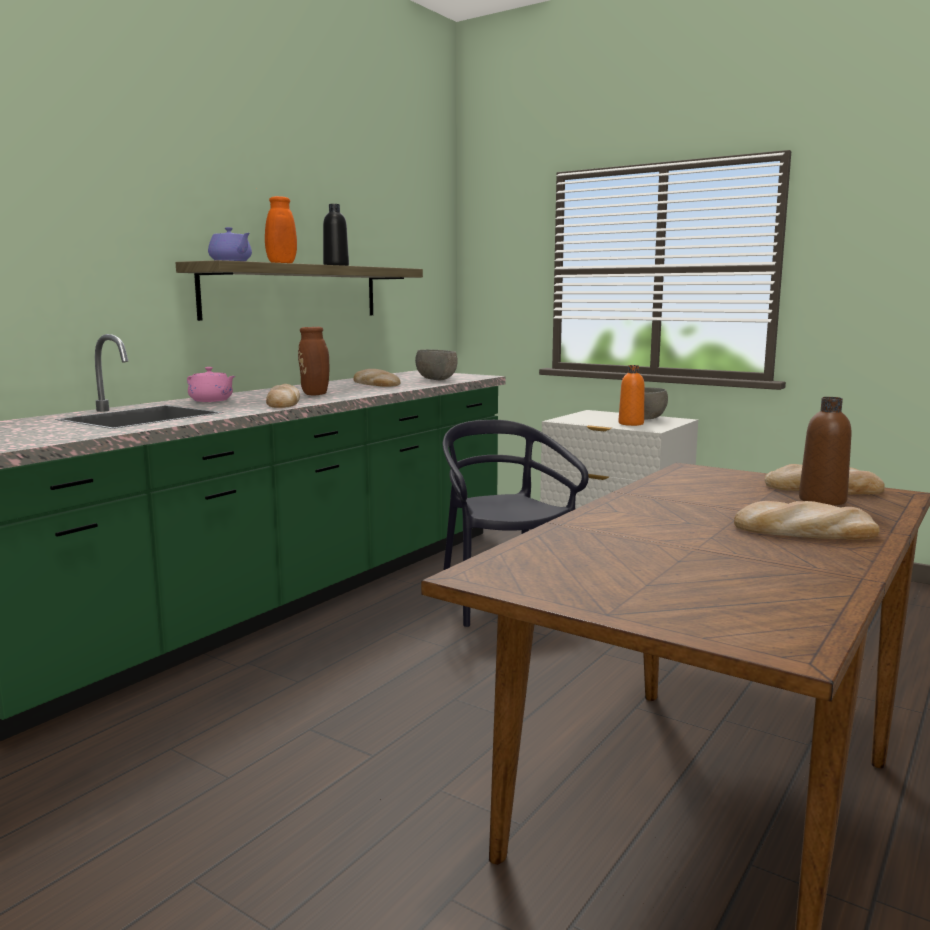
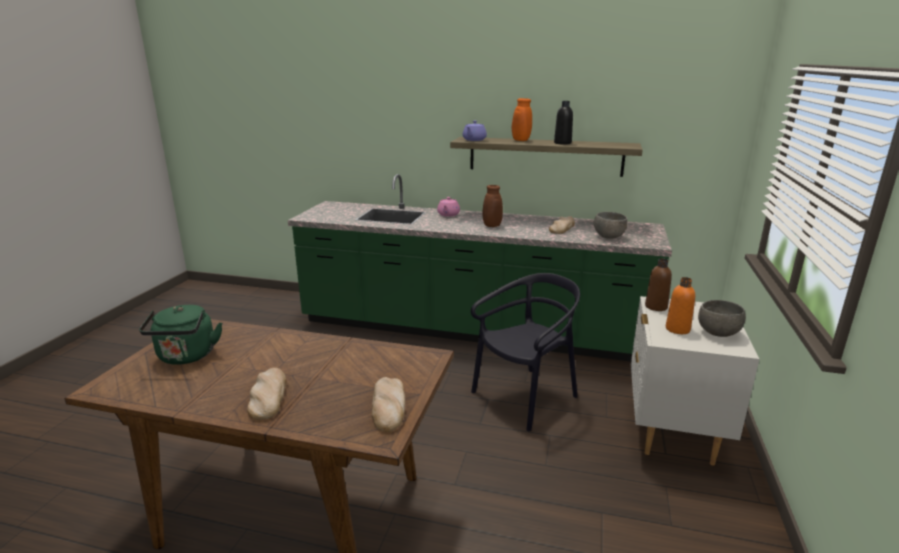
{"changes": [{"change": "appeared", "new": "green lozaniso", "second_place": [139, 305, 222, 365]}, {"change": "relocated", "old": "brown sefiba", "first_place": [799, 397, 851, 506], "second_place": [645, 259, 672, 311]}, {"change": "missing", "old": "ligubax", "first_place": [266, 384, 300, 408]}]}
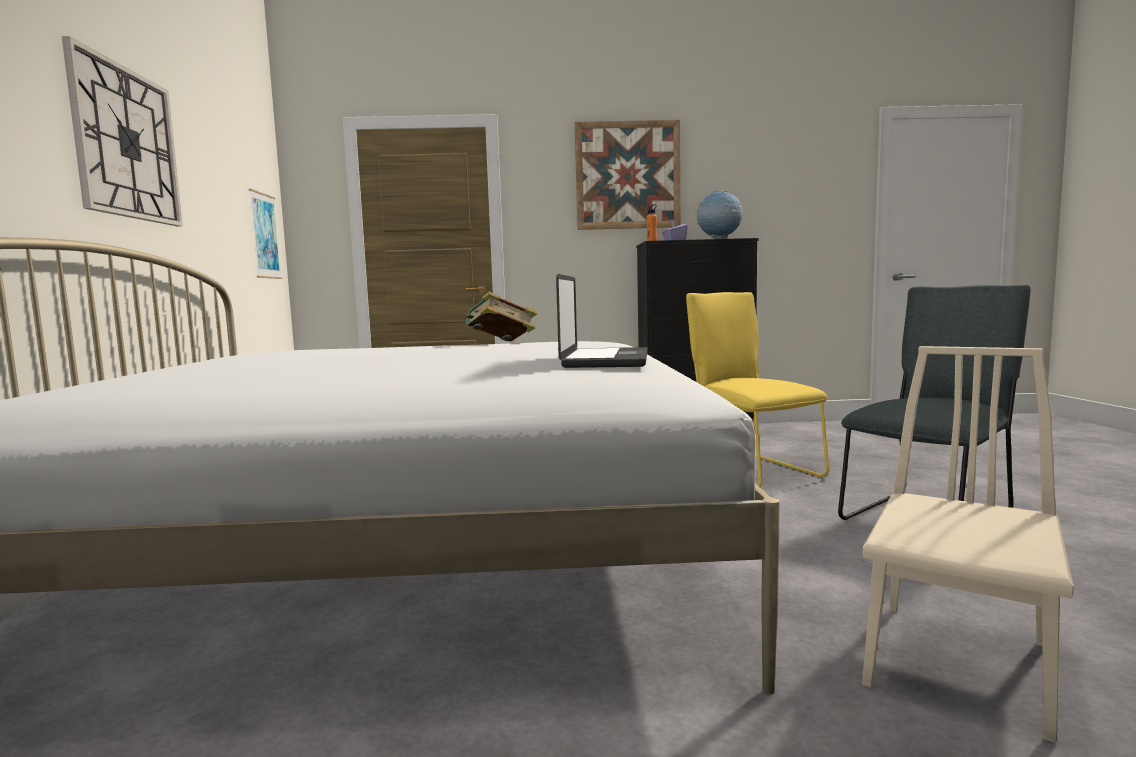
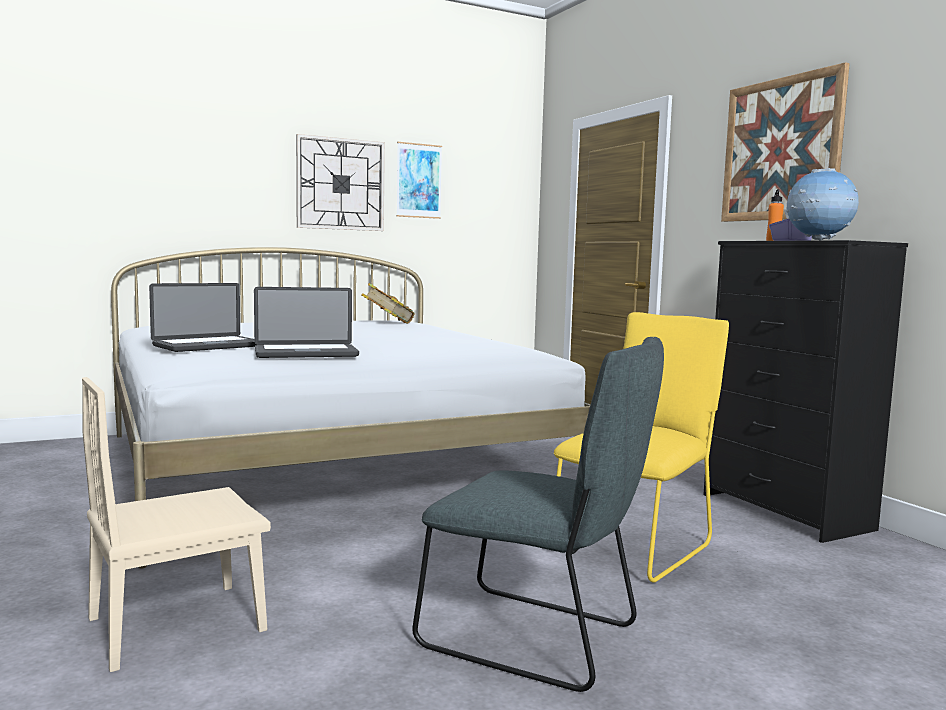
{"changes": [{"change": "spun", "old": "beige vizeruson", "first_place": [862, 346, 1074, 743], "second_place": [82, 377, 271, 672], "degrees": 135}, {"change": "appeared", "new": "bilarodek", "second_place": [149, 283, 256, 352]}, {"change": "relocated", "old": "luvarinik", "first_place": [463, 292, 537, 342], "second_place": [362, 283, 415, 324]}, {"change": "relocated", "old": "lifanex", "first_place": [249, 189, 282, 279], "second_place": [396, 142, 442, 219]}]}
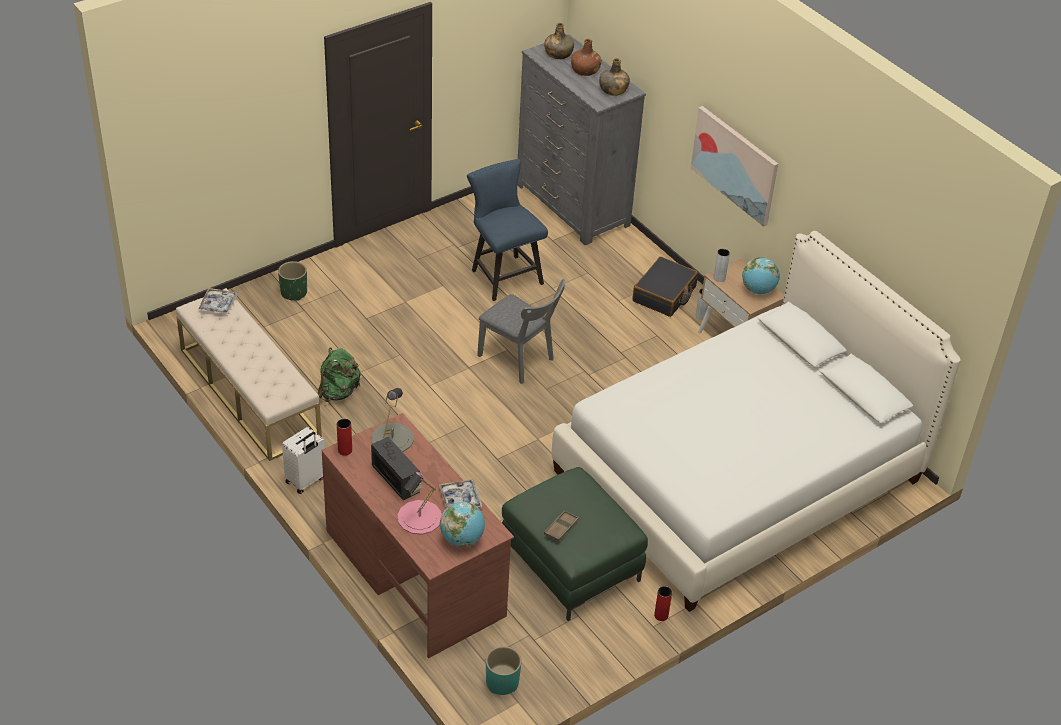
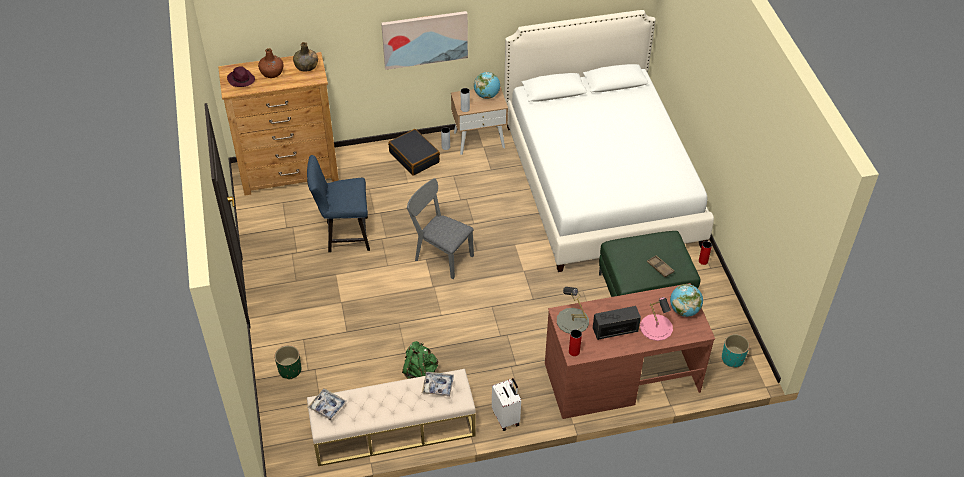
{"changes": [{"change": "colour", "old": "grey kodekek", "new": "brown kodekek", "first_place": [517, 34, 646, 245], "second_place": [218, 52, 339, 195]}, {"change": "exchanged", "old": "green sefiba", "new": "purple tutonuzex", "first_place": [544, 23, 574, 59], "second_place": [227, 66, 255, 87]}, {"change": "spun", "old": "grey vizeruson", "first_place": [477, 279, 566, 384], "second_place": [407, 178, 474, 279], "degrees": -120}, {"change": "relocated", "old": "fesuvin", "first_place": [439, 479, 482, 508], "second_place": [422, 372, 454, 397]}]}
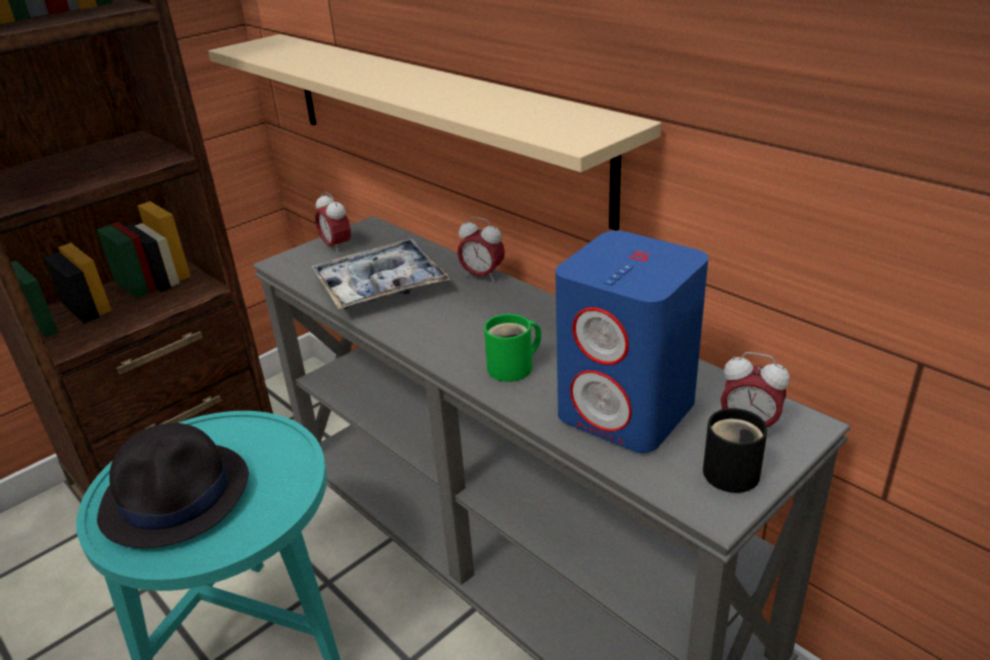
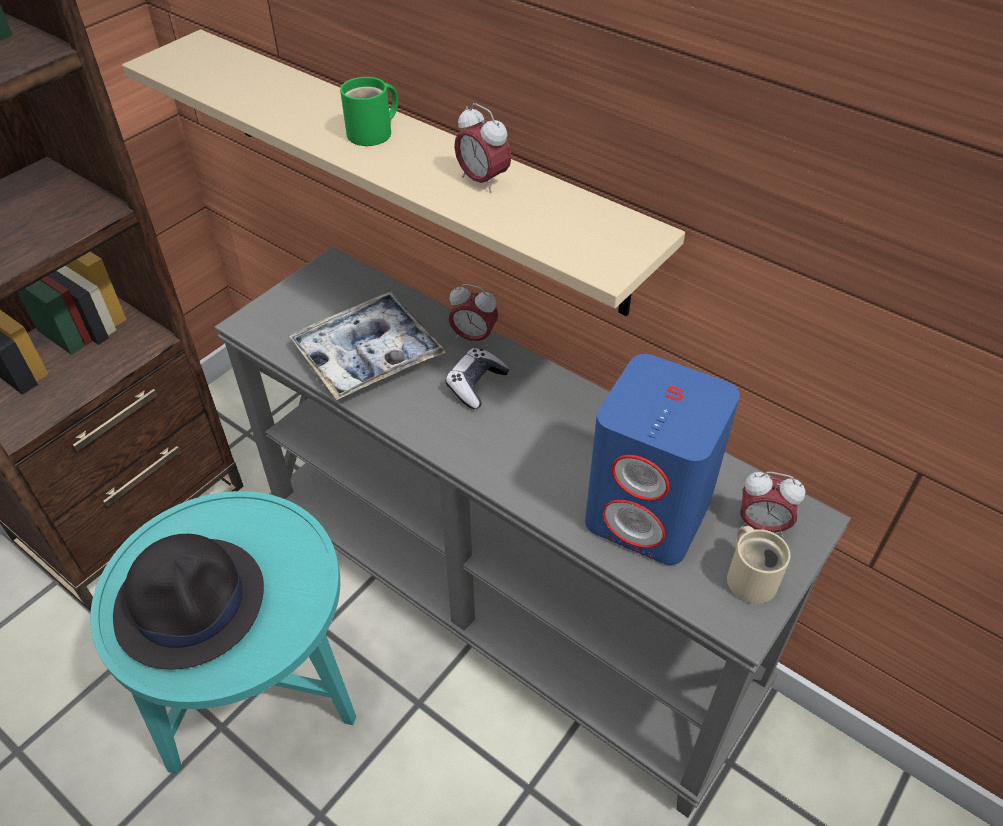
{"changes": [{"change": "relocated", "old": "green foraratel", "first_place": [484, 314, 541, 382], "second_place": [340, 77, 398, 146]}, {"change": "appeared", "new": "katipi", "second_place": [445, 348, 510, 409]}, {"change": "relocated", "old": "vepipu", "first_place": [315, 191, 351, 254], "second_place": [454, 103, 511, 193]}, {"change": "colour", "old": "black foraratel", "new": "beige foraratel", "first_place": [703, 408, 768, 493], "second_place": [727, 526, 790, 604]}]}
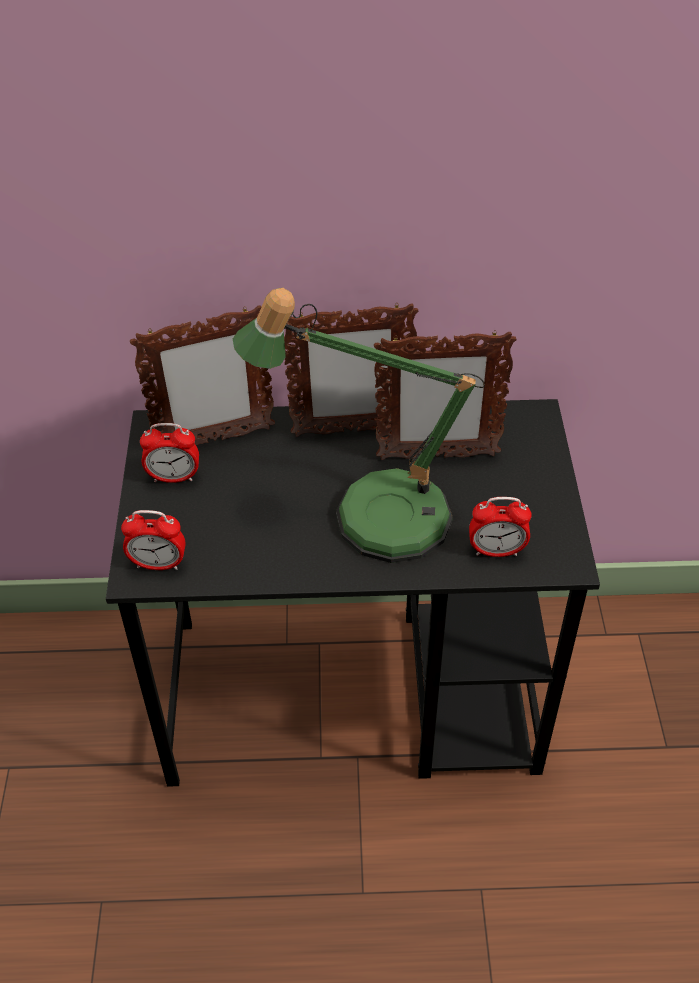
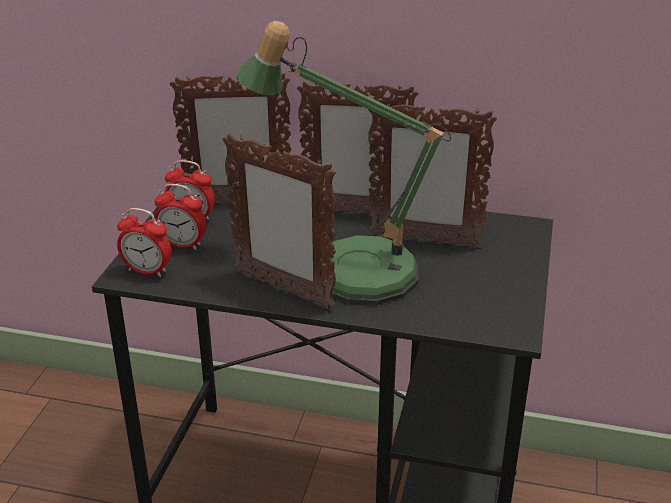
{"changes": [{"change": "relocated", "old": "vepipu", "first_place": [469, 497, 532, 557], "second_place": [154, 184, 206, 250]}, {"change": "appeared", "new": "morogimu", "second_place": [222, 133, 336, 309]}]}
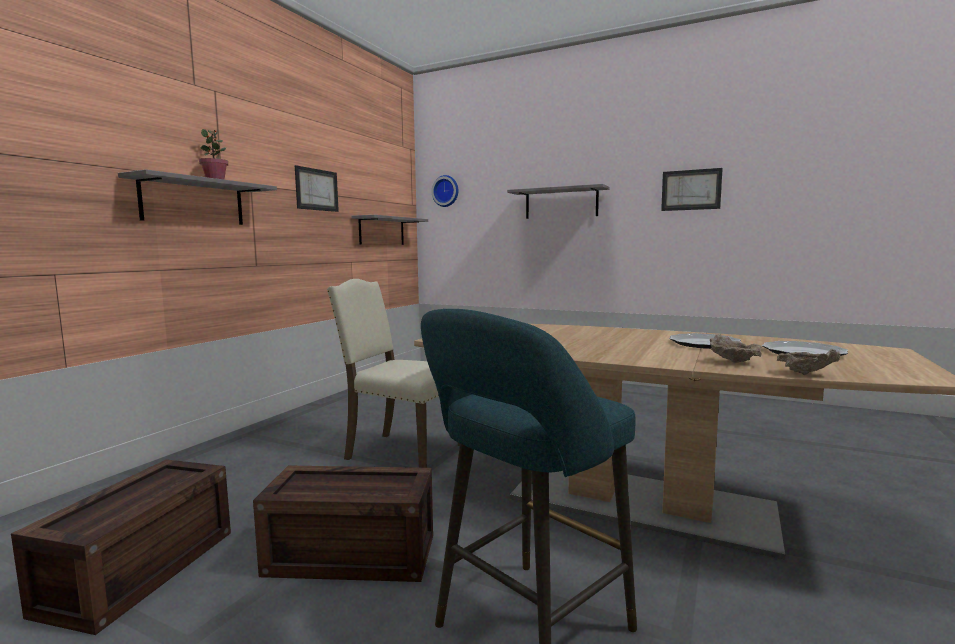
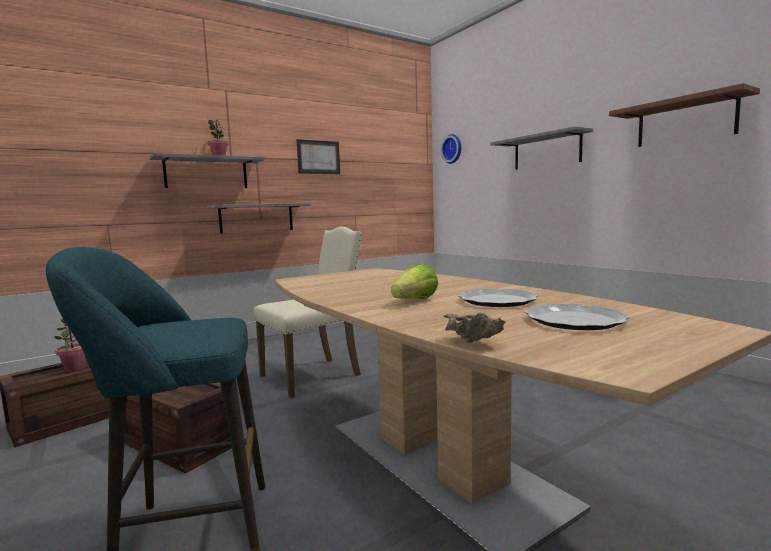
{"changes": [{"change": "appeared", "new": "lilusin", "second_place": [54, 318, 86, 372]}, {"change": "relocated", "old": "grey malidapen", "first_place": [352, 215, 428, 245], "second_place": [207, 203, 311, 234]}, {"change": "spun", "old": "beige vizeruson", "first_place": [327, 279, 460, 468], "second_place": [254, 227, 362, 398], "degrees": 90}, {"change": "appeared", "new": "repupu", "second_place": [391, 264, 438, 299]}, {"change": "exchanged", "old": "lifanex", "new": "brown malidapen", "first_place": [661, 168, 723, 211], "second_place": [609, 83, 760, 147]}, {"change": "missing", "old": "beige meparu", "first_place": [710, 334, 762, 363]}]}
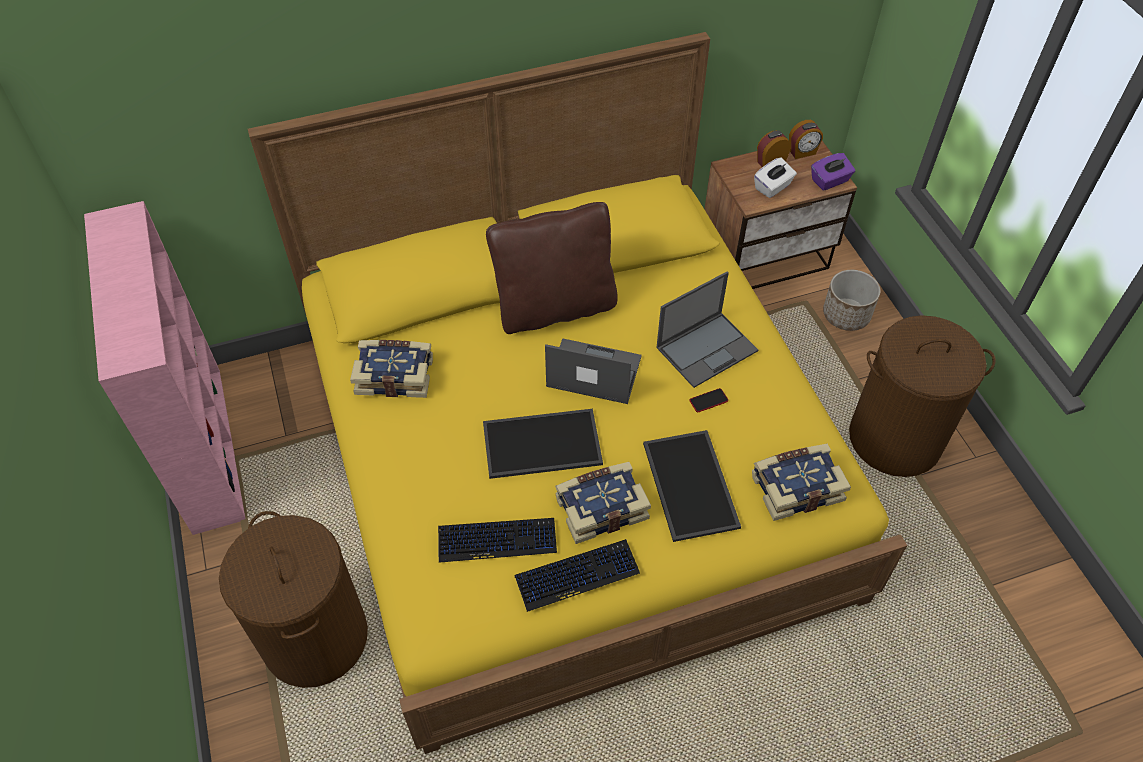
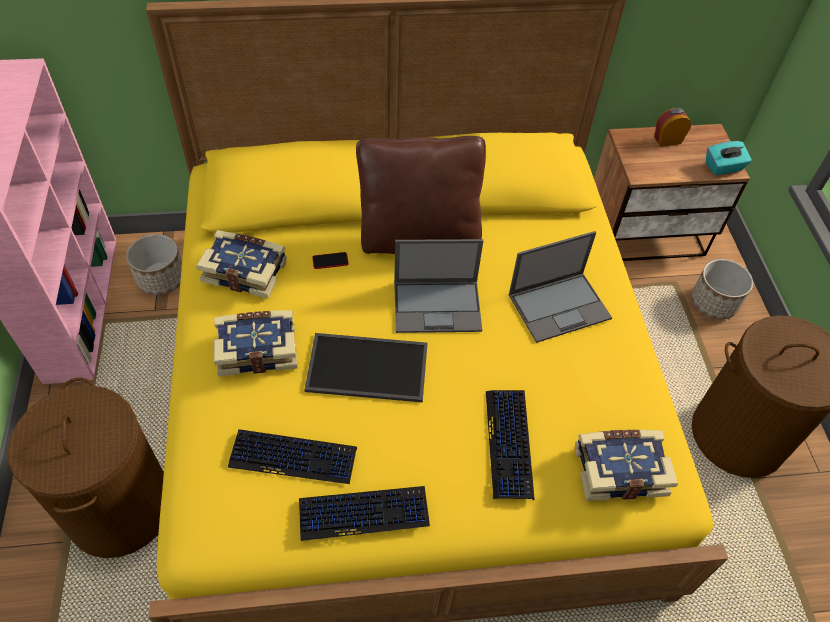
{"changes": [{"change": "appeared", "new": "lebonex", "second_place": [126, 234, 182, 295]}, {"change": "relocated", "old": "luvarinik", "first_place": [555, 462, 651, 544], "second_place": [214, 310, 297, 377]}, {"change": "relocated", "old": "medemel", "first_place": [690, 388, 728, 412], "second_place": [312, 252, 349, 269]}, {"change": "spun", "old": "bilarodek", "first_place": [545, 338, 642, 404], "second_place": [394, 239, 483, 333], "degrees": 150}, {"change": "exchanged", "old": "fesuvin", "new": "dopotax", "first_place": [643, 430, 741, 542], "second_place": [486, 390, 535, 500]}, {"change": "colour", "old": "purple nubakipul", "new": "turquoise nubakipul", "first_place": [811, 153, 855, 191], "second_place": [706, 141, 752, 175]}, {"change": "missing", "old": "white nubakipul", "first_place": [754, 158, 797, 198]}, {"change": "missing", "old": "vepipu", "first_place": [789, 120, 823, 159]}]}
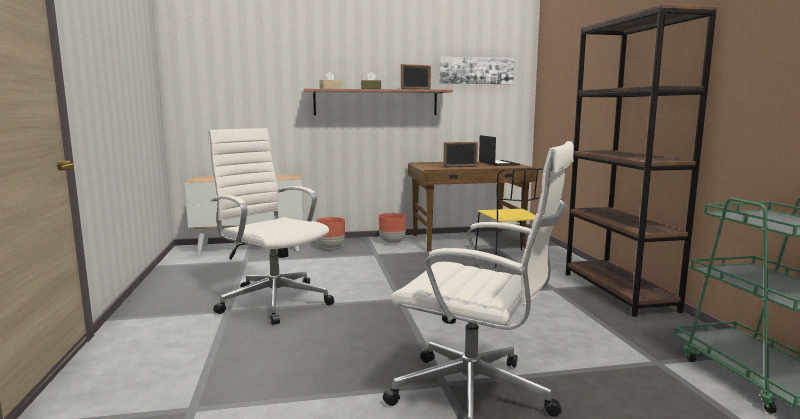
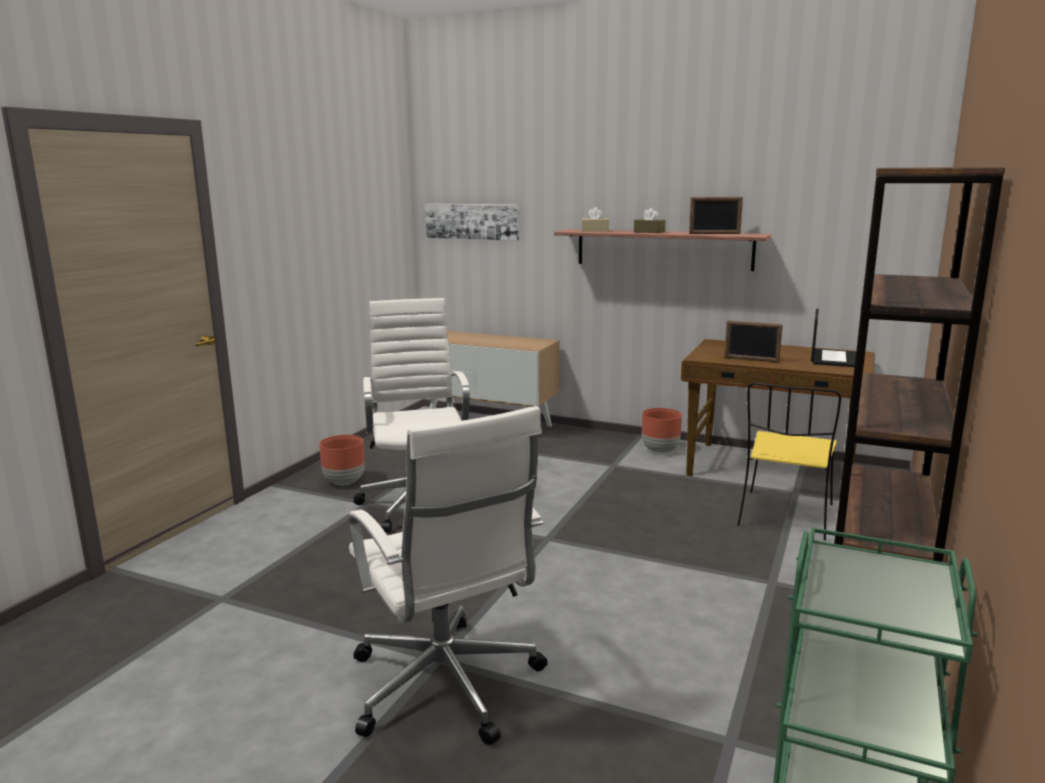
{"changes": [{"change": "relocated", "old": "brown lebonex", "first_place": [316, 217, 345, 249], "second_place": [319, 435, 365, 485]}, {"change": "relocated", "old": "lifanex", "first_place": [439, 57, 514, 84], "second_place": [425, 204, 519, 241]}]}
